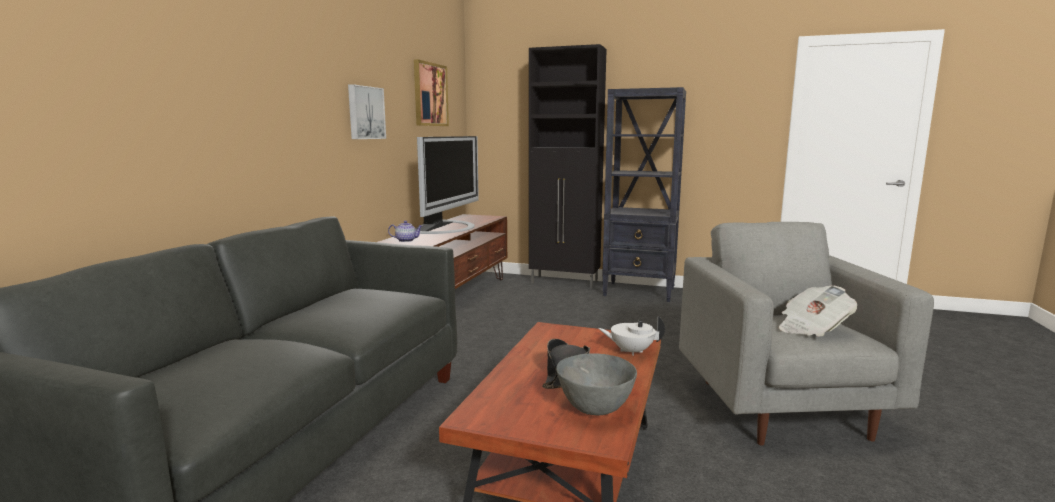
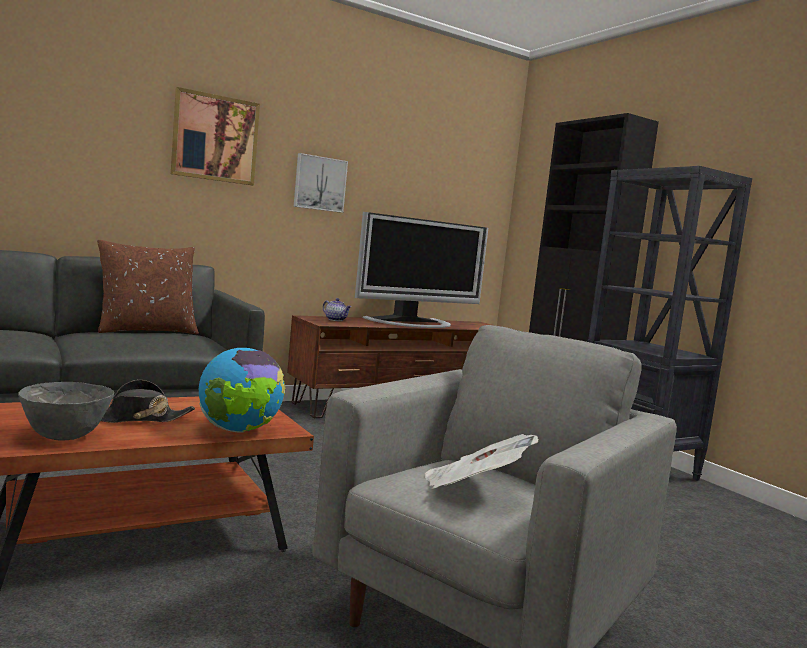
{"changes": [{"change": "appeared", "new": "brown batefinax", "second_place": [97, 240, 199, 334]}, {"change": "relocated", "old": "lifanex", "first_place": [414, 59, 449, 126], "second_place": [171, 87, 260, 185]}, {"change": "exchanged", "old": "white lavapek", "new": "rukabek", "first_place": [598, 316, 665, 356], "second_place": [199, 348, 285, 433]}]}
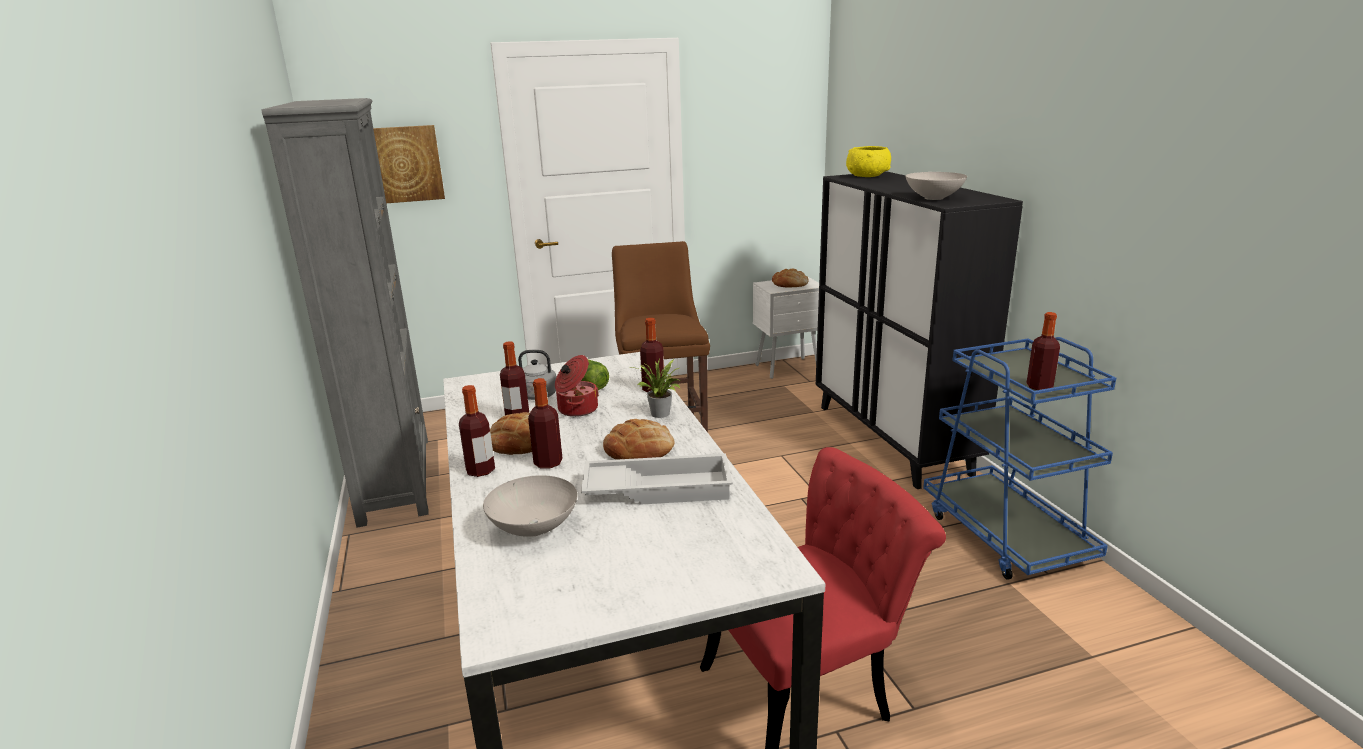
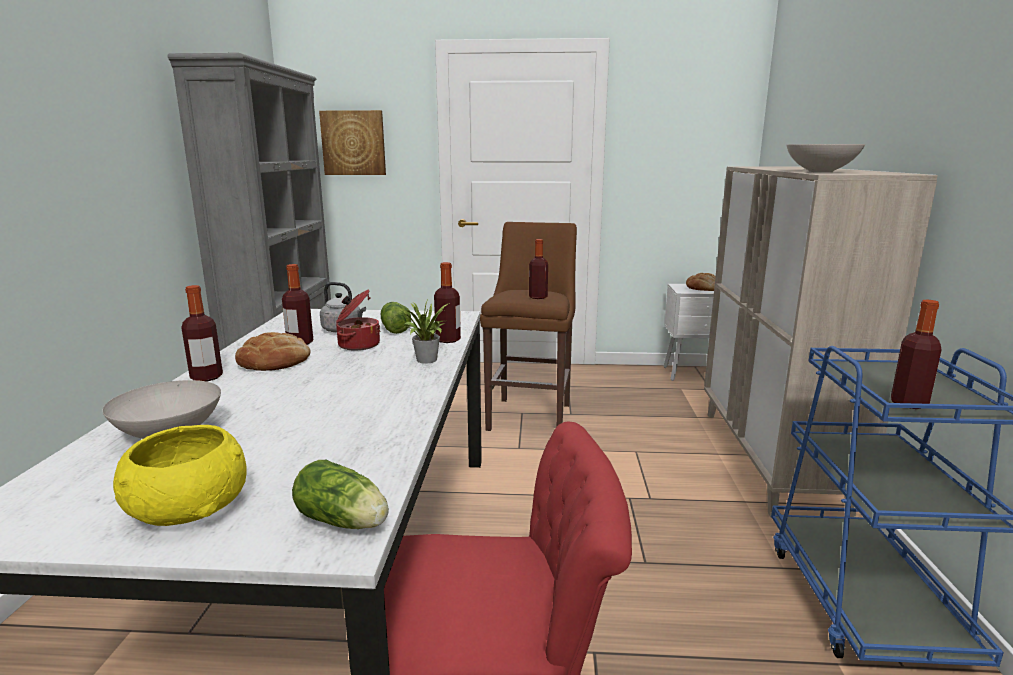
{"changes": [{"change": "relocated", "old": "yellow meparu", "first_place": [846, 146, 891, 177], "second_place": [113, 425, 247, 526]}, {"change": "appeared", "new": "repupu", "second_place": [292, 460, 389, 529]}, {"change": "relocated", "old": "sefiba", "first_place": [528, 378, 562, 468], "second_place": [529, 239, 548, 299]}, {"change": "colour", "old": "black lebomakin", "new": "beige lebomakin", "first_place": [816, 171, 1023, 489], "second_place": [704, 166, 938, 518]}, {"change": "missing", "old": "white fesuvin", "first_place": [581, 454, 733, 505]}, {"change": "missing", "old": "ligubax", "first_place": [603, 419, 675, 460]}]}
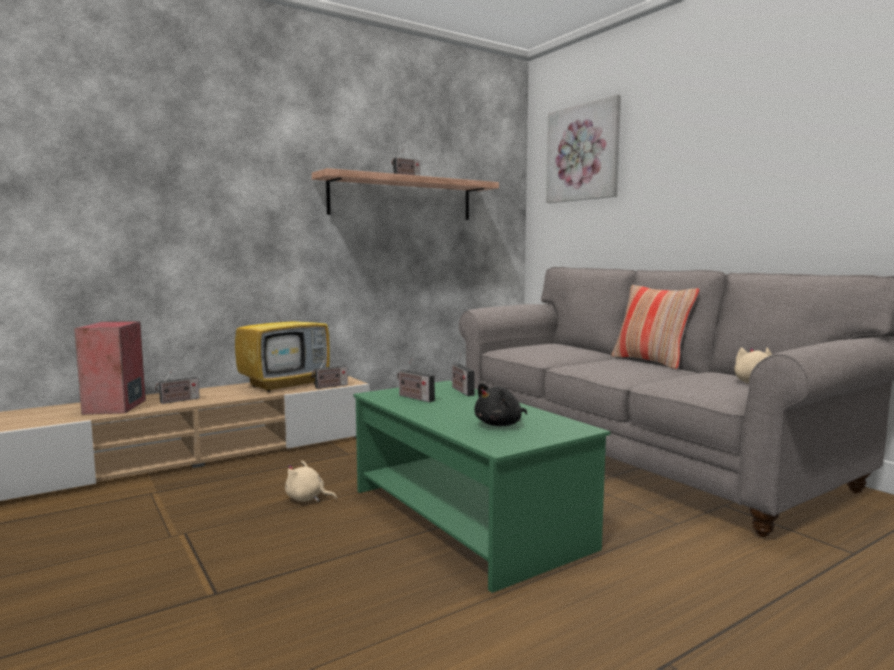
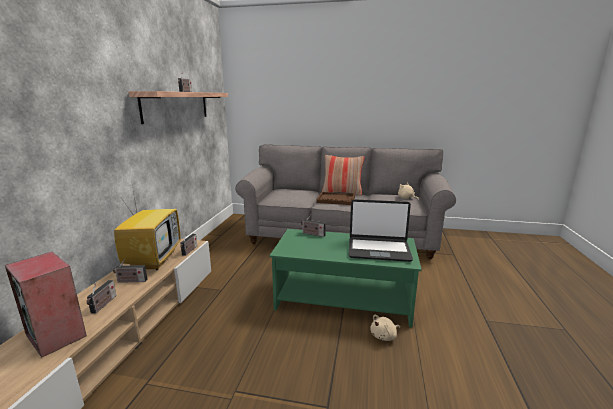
{"changes": [{"change": "relocated", "old": "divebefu", "first_place": [397, 359, 435, 402], "second_place": [113, 258, 147, 283]}, {"change": "appeared", "new": "brown fesuvin", "second_place": [316, 192, 355, 205]}, {"change": "exchanged", "old": "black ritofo", "new": "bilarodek", "first_place": [474, 383, 527, 426], "second_place": [349, 199, 413, 262]}, {"change": "relocated", "old": "beige ritofo", "first_place": [285, 460, 337, 502], "second_place": [370, 315, 400, 341]}, {"change": "missing", "old": "lifanex", "first_place": [546, 95, 621, 203]}]}
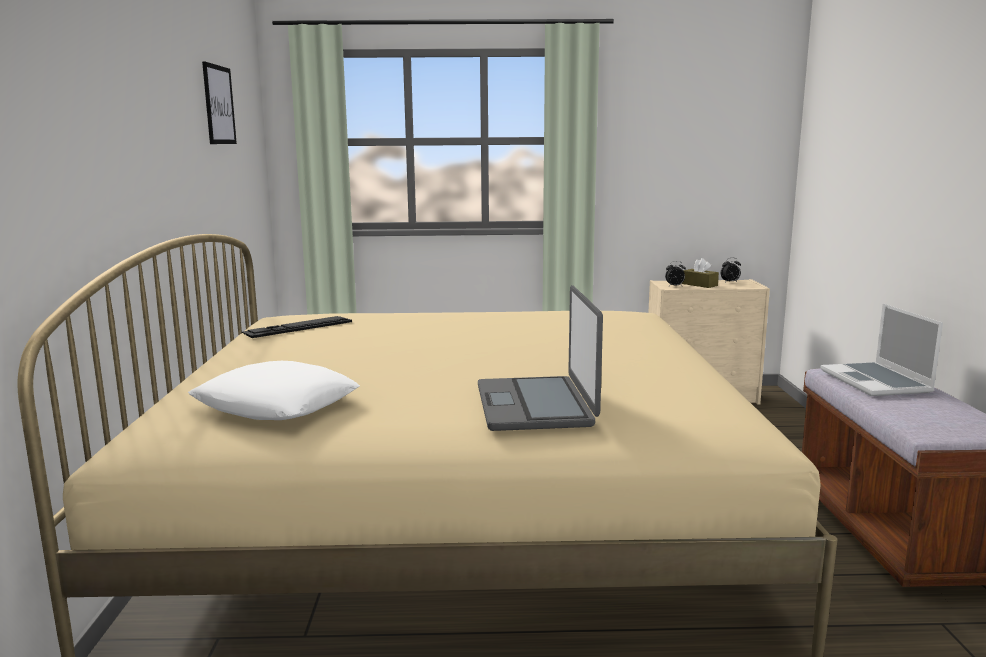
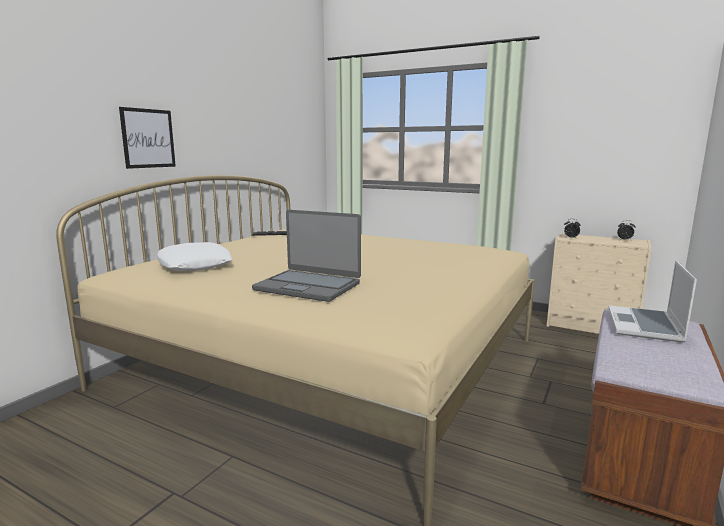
{"changes": [{"change": "relocated", "old": "lifanex", "first_place": [202, 61, 237, 144], "second_place": [119, 107, 176, 169]}, {"change": "spun", "old": "bilarodek", "first_place": [478, 285, 603, 431], "second_place": [252, 210, 361, 302], "degrees": -90}, {"change": "missing", "old": "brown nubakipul", "first_place": [682, 258, 719, 288]}]}
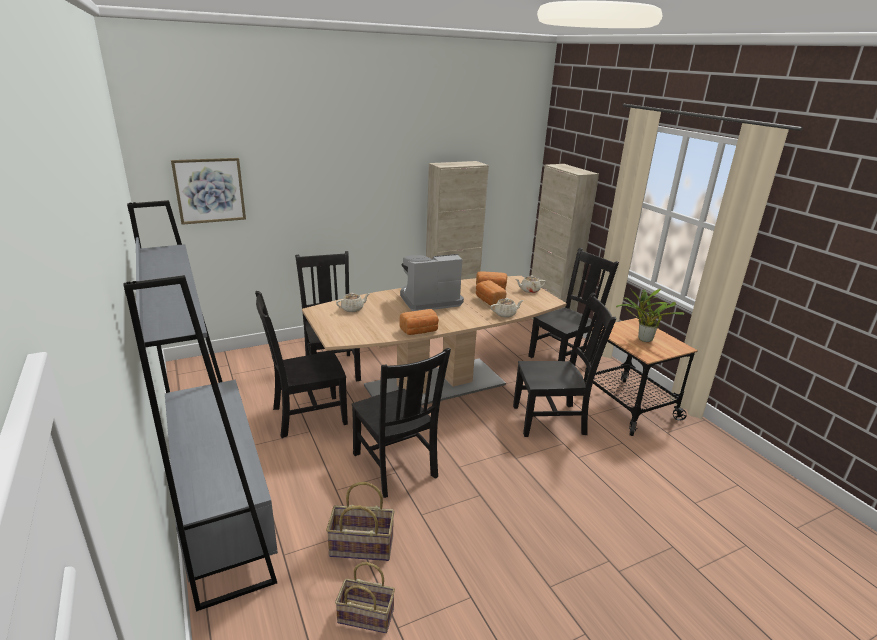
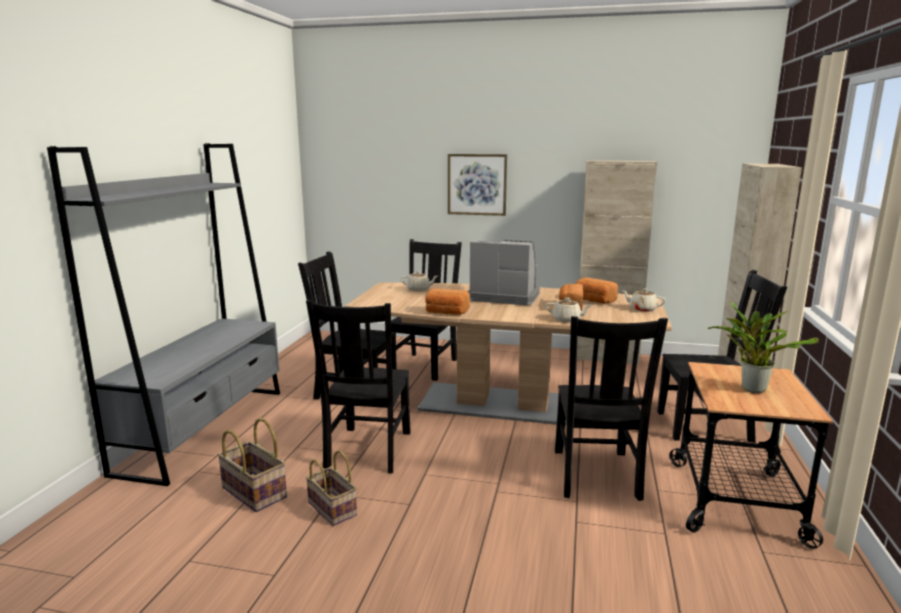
{"changes": [{"change": "relocated", "old": "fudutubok", "first_place": [335, 562, 395, 633], "second_place": [306, 450, 357, 526]}, {"change": "relocated", "old": "lifanex", "first_place": [171, 158, 246, 225], "second_place": [448, 154, 507, 216]}, {"change": "spun", "old": "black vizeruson", "first_place": [513, 293, 616, 437], "second_place": [555, 316, 668, 501], "degrees": 60}]}
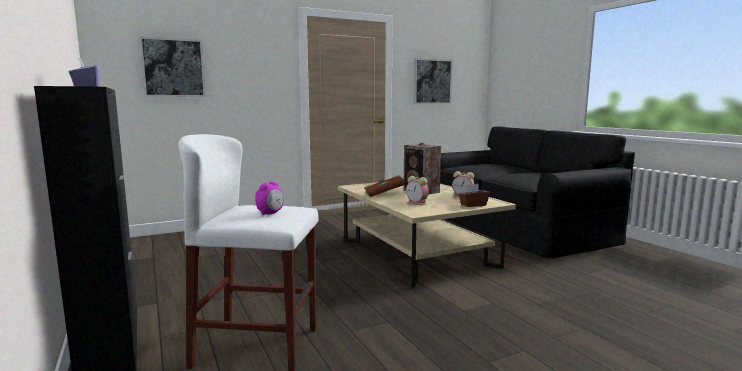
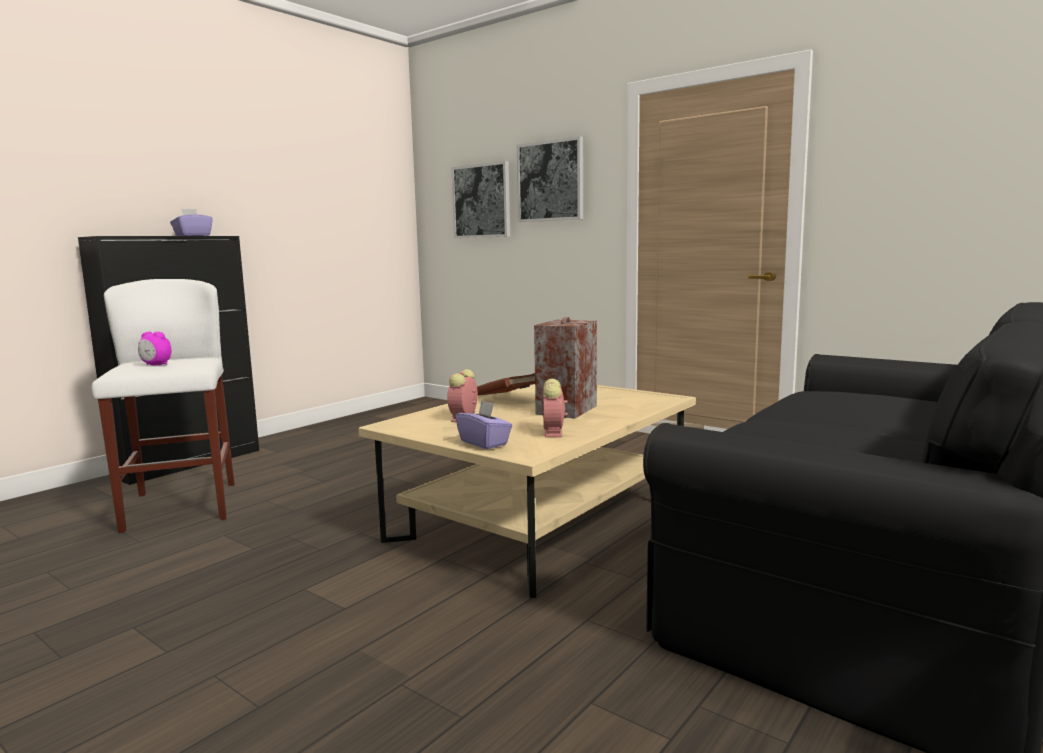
{"changes": [{"change": "colour", "old": "brown nubakipul", "new": "purple nubakipul", "first_place": [458, 184, 490, 207], "second_place": [455, 400, 512, 449]}, {"change": "relocated", "old": "lifanex", "first_place": [413, 58, 453, 104], "second_place": [517, 136, 583, 222]}]}
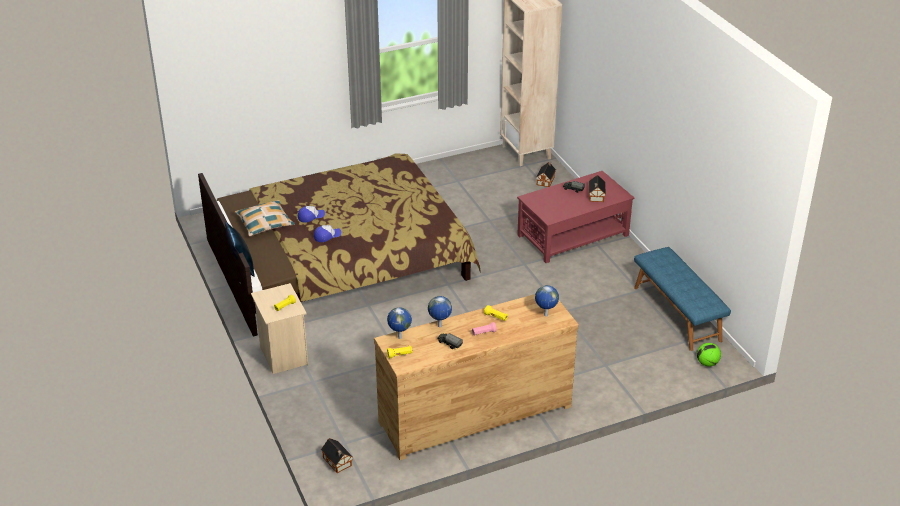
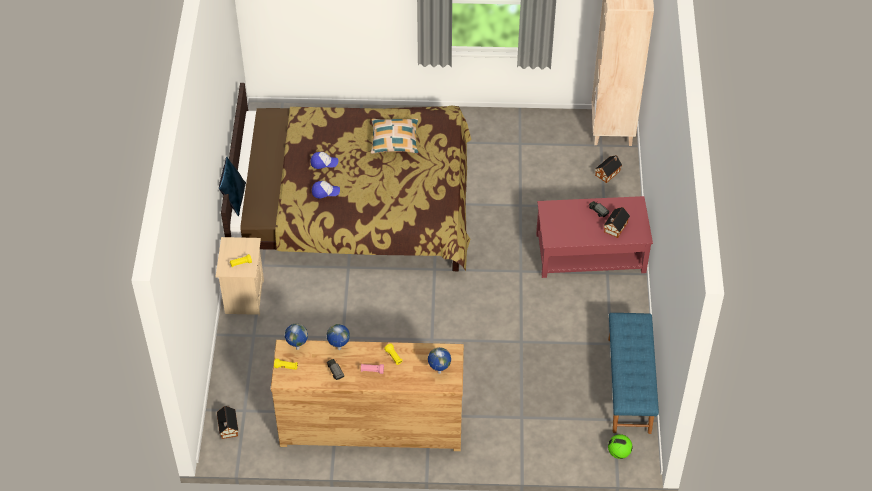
{"changes": [{"change": "relocated", "old": "batefinax", "first_place": [235, 200, 295, 236], "second_place": [371, 118, 418, 154]}]}
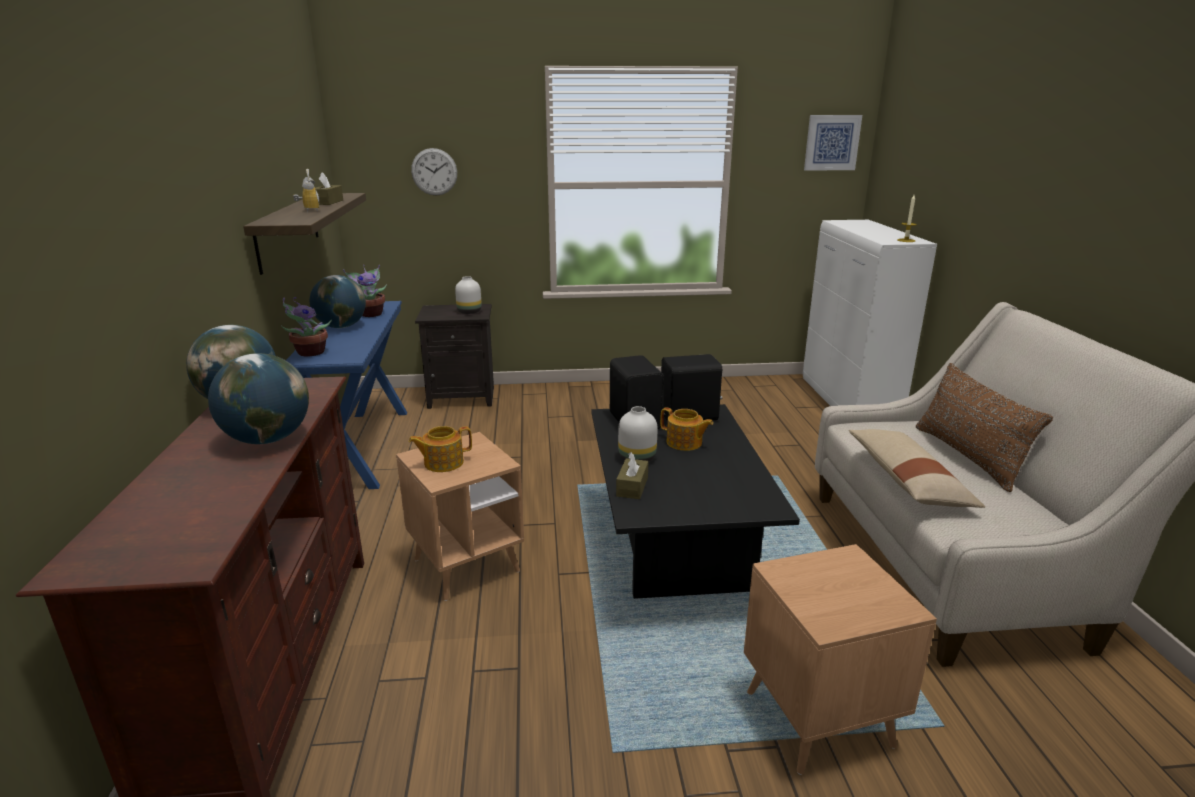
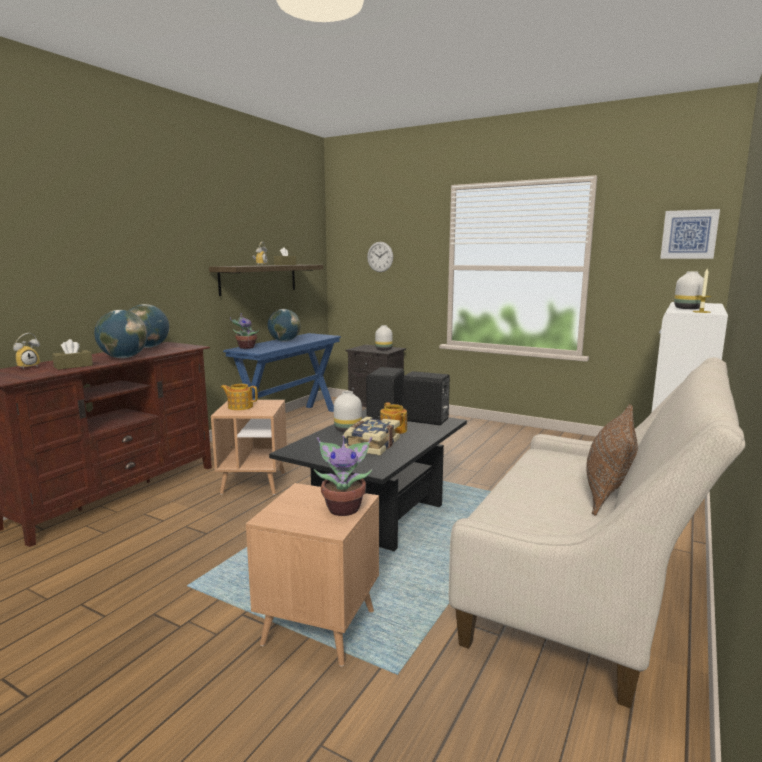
{"changes": [{"change": "appeared", "new": "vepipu", "second_place": [13, 333, 40, 369]}, {"change": "relocated", "old": "brown nubakipul", "first_place": [616, 452, 648, 499], "second_place": [52, 339, 93, 370]}, {"change": "relocated", "old": "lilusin", "first_place": [343, 265, 387, 317], "second_place": [314, 436, 372, 516]}, {"change": "appeared", "new": "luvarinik", "second_place": [343, 417, 400, 455]}, {"change": "appeared", "new": "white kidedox", "second_place": [674, 271, 704, 309]}, {"change": "missing", "old": "beige batefinax", "first_place": [849, 429, 985, 508]}]}
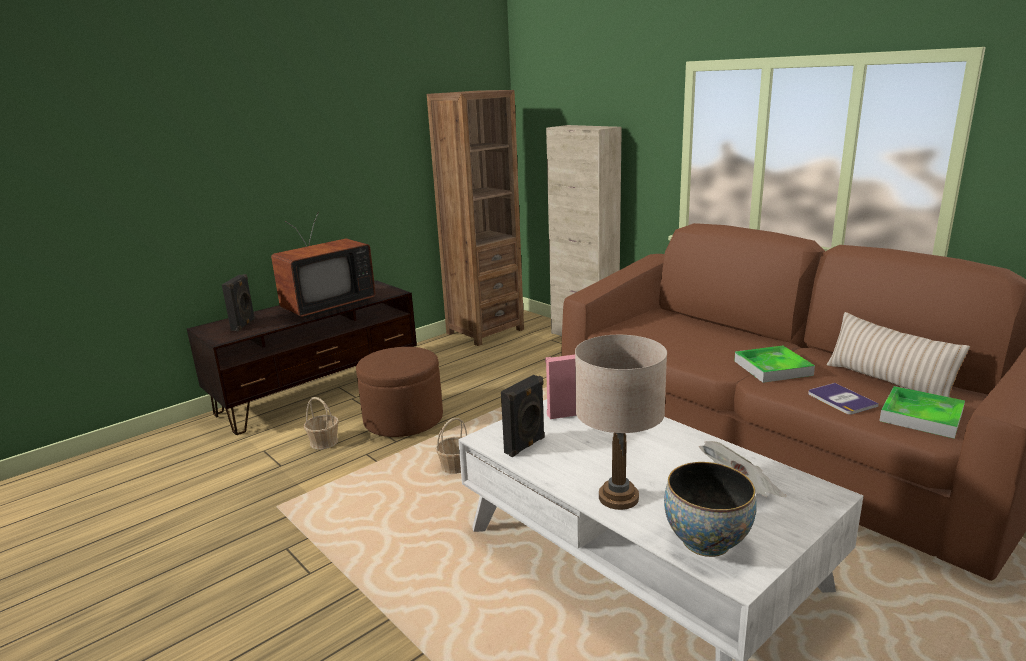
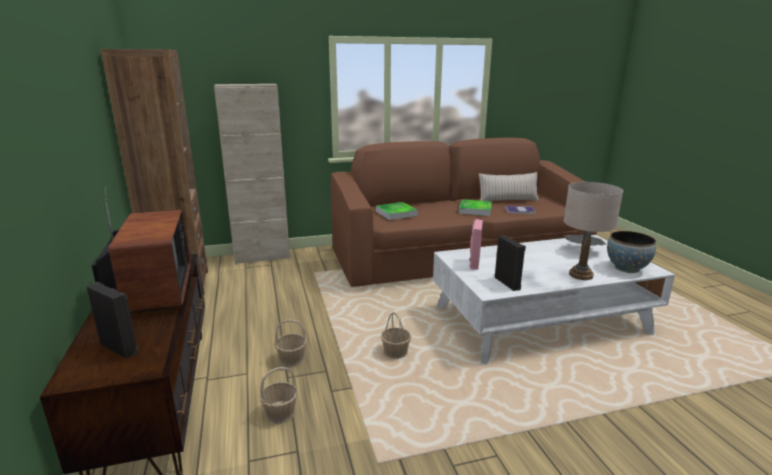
{"changes": [{"change": "exchanged", "old": "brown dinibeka", "new": "fudutubok", "first_place": [356, 347, 443, 437], "second_place": [275, 319, 307, 367]}, {"change": "relocated", "old": "fesuvin", "first_place": [879, 386, 965, 439], "second_place": [376, 202, 418, 220]}]}
